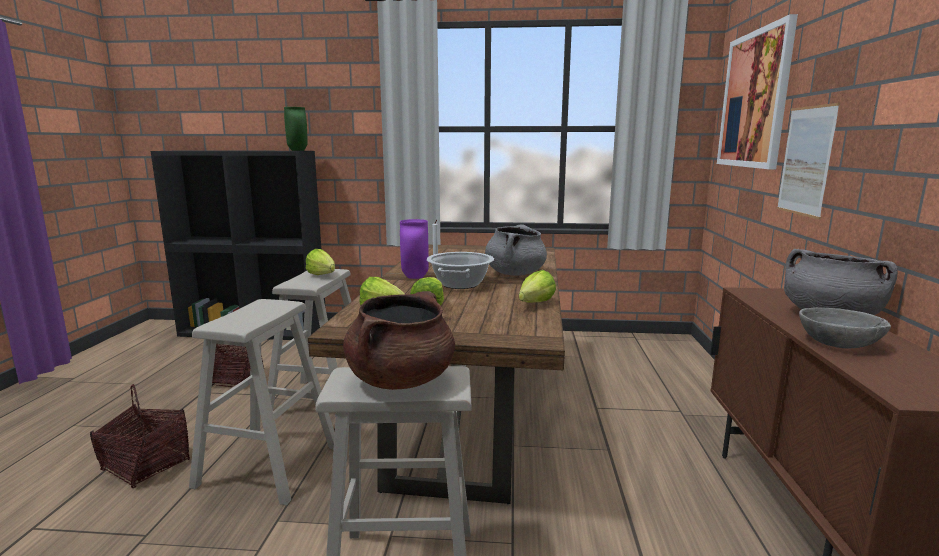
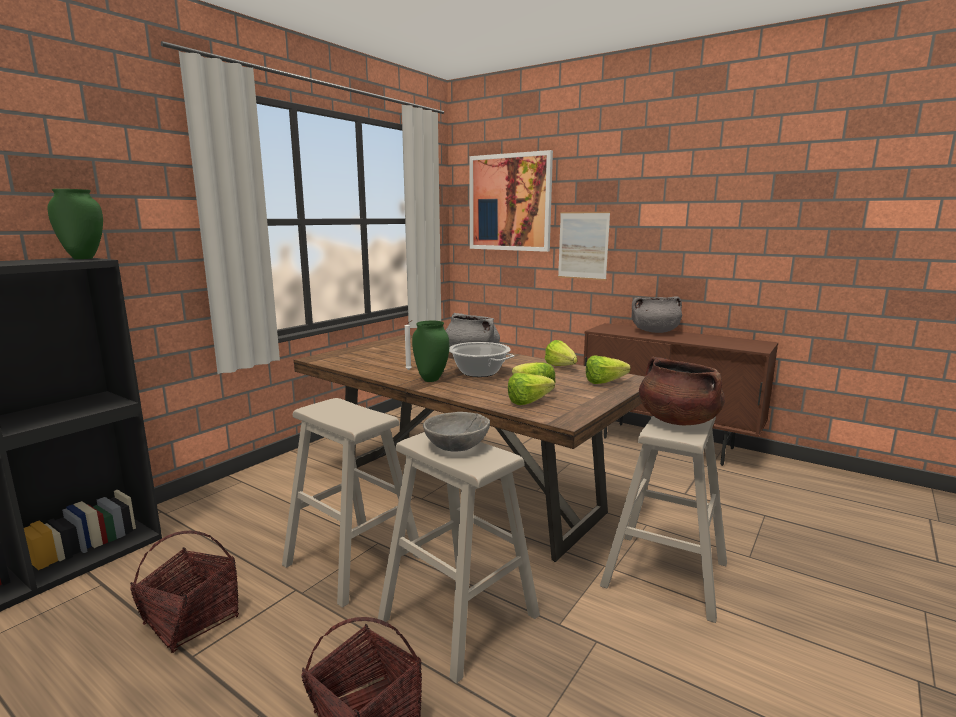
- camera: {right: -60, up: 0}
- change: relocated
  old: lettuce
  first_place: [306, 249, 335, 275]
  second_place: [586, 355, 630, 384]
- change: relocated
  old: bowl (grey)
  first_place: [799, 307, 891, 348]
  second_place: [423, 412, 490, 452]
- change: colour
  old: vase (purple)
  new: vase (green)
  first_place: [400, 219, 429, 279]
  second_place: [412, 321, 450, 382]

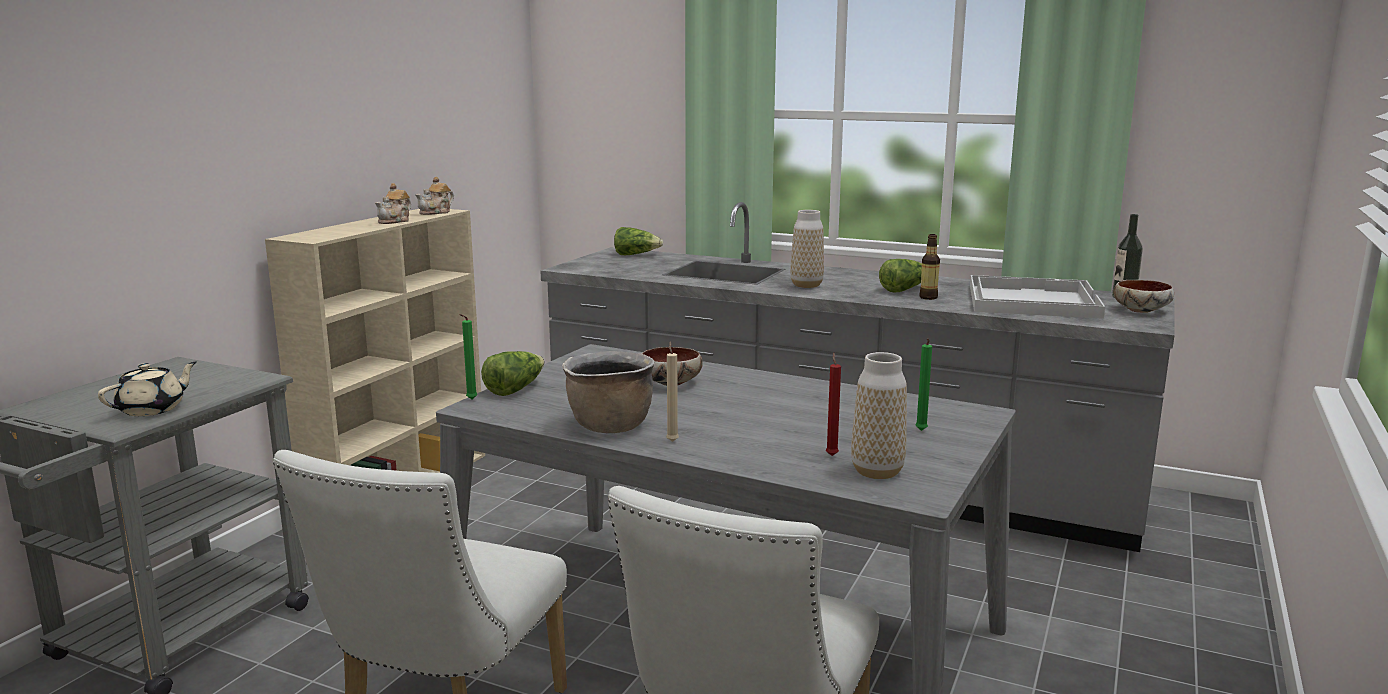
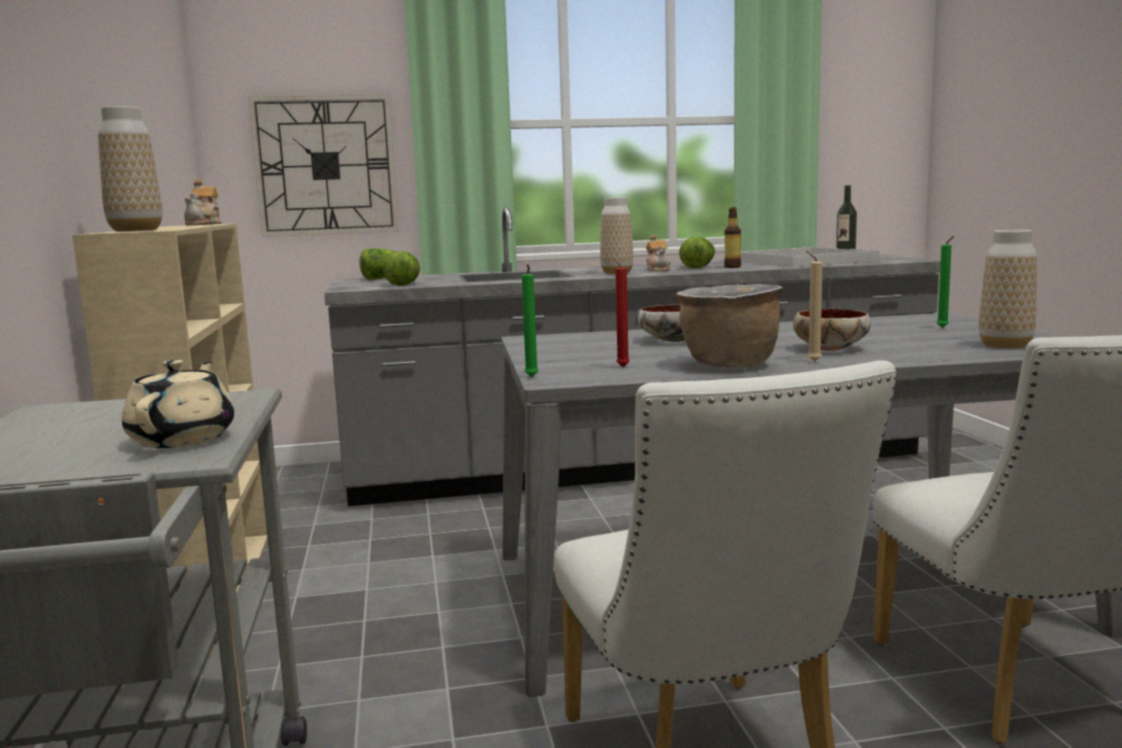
- camera: {right: -35, up: -5}
- change: appeared
  new: vase
  second_place: [98, 106, 162, 231]
- change: appeared
  new: wall clock
  second_place: [248, 95, 398, 237]
- change: relocated
  old: teapot
  first_place: [375, 183, 411, 224]
  second_place: [646, 234, 670, 271]
- change: relocated
  old: lettuce
  first_place: [481, 351, 545, 396]
  second_place: [382, 251, 420, 286]
- change: relocated
  old: candle (red)
  first_place: [826, 352, 841, 456]
  second_place: [613, 257, 630, 367]
- change: relocated
  old: bowl
  first_place: [1113, 280, 1174, 313]
  second_place: [793, 309, 871, 351]

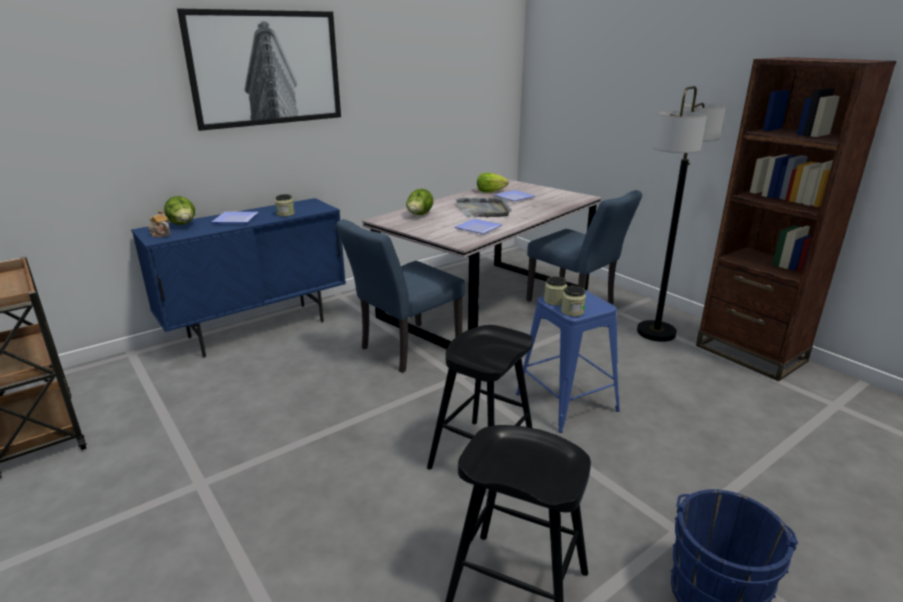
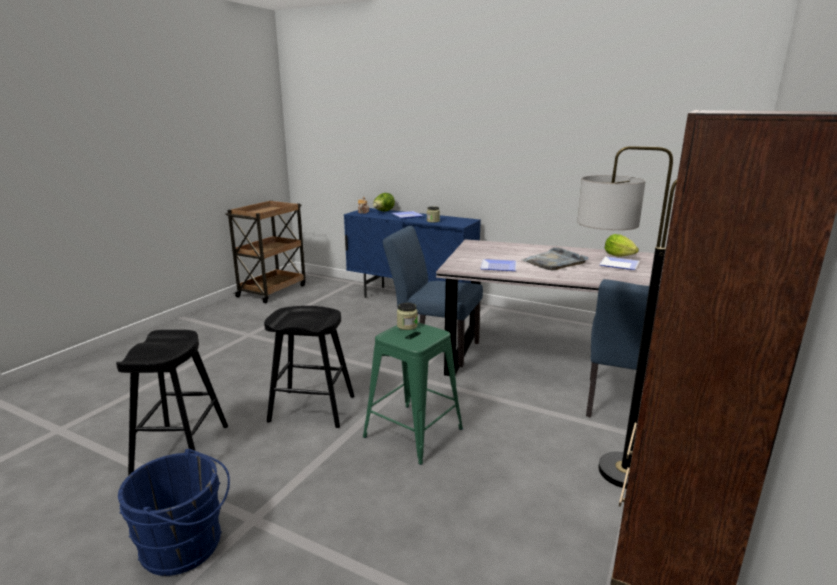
- camera: {right: 65, up: -5}
- change: missing
  old: picture
  first_place: [177, 9, 341, 131]
- change: missing
  old: lettuce
  first_place: [406, 189, 434, 215]
- change: missing
  old: jar
  first_place: [561, 286, 586, 317]
- change: colour
  old: stool (blue)
  new: stool (green)
  first_place: [516, 290, 620, 433]
  second_place: [363, 322, 463, 465]

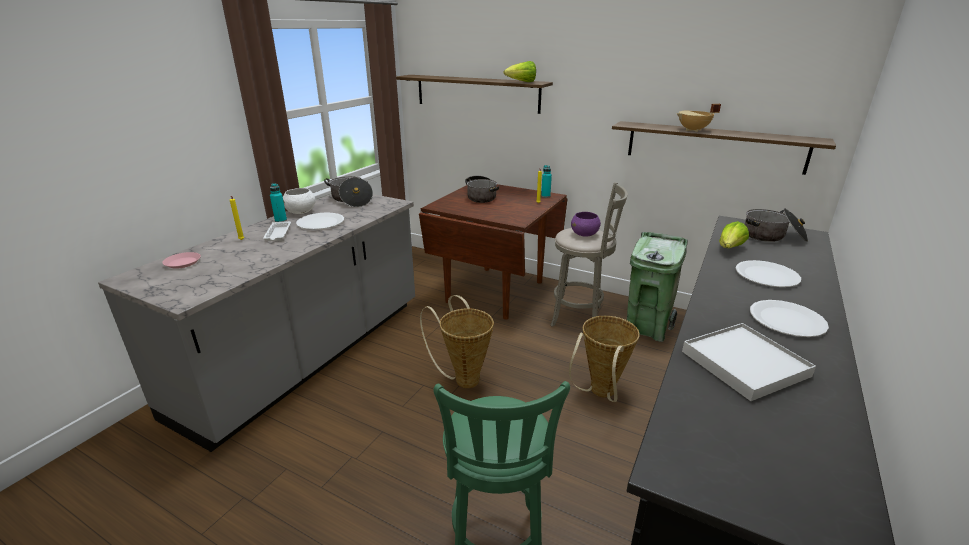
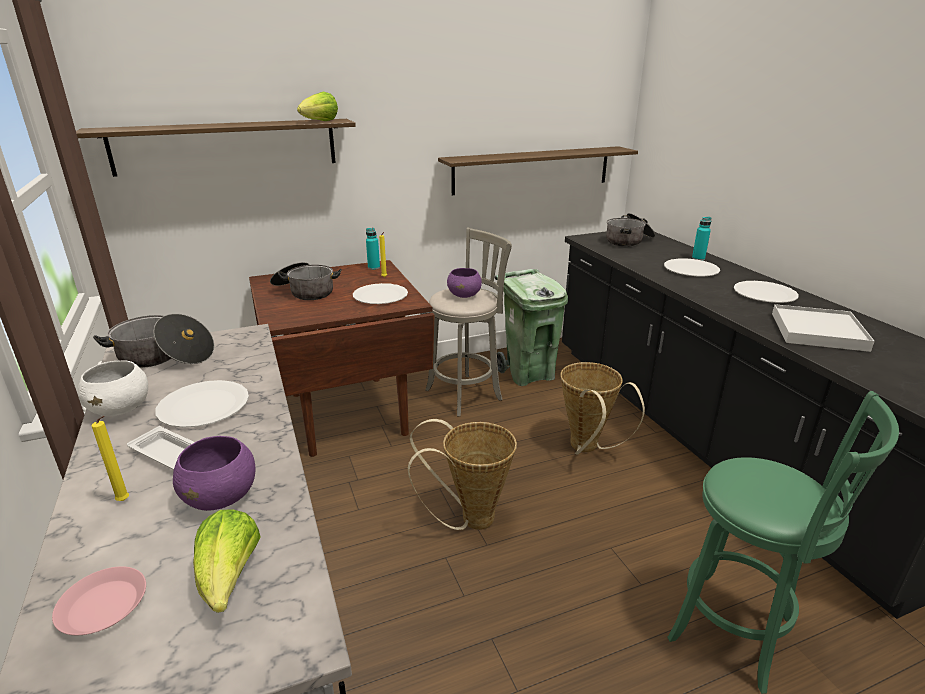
- camera: {right: -50, up: 0}
- change: missing
  old: cooking pot (beige)
  first_place: [677, 104, 721, 132]
- change: appeared
  new: bowl (purple)
  second_place: [173, 436, 255, 511]
- change: appeared
  new: plate (white)
  second_place: [353, 283, 408, 304]
- change: relocated
  old: bottle (turquoise)
  first_place: [270, 183, 287, 222]
  second_place: [692, 217, 711, 261]
- change: relocated
  old: lettuce
  first_place: [719, 221, 749, 248]
  second_place: [193, 510, 261, 613]

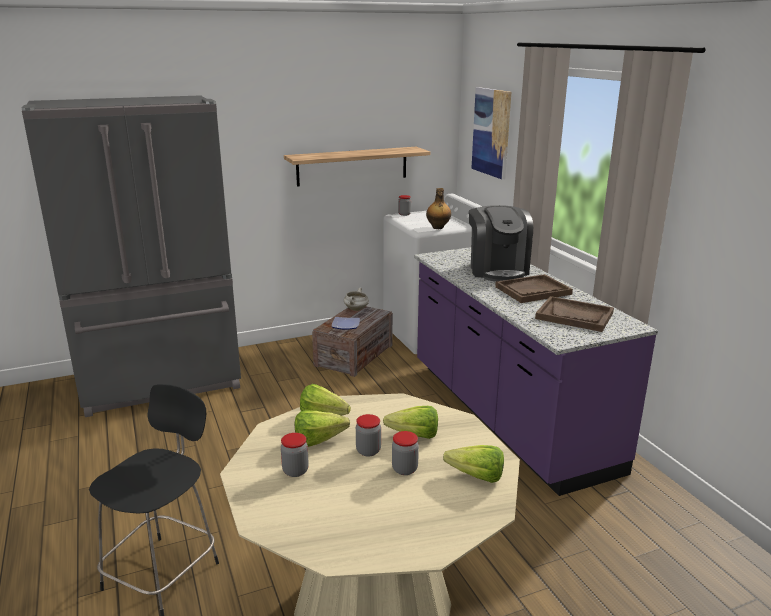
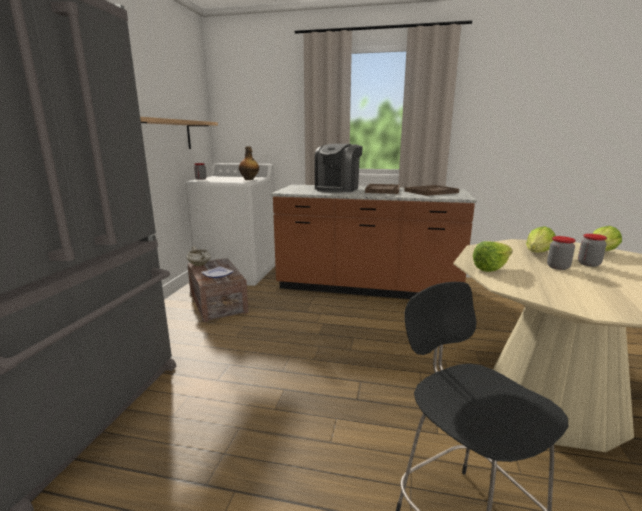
- camera: {right: -55, up: -5}
- change: missing
  old: jar
  first_place: [281, 433, 309, 477]
- change: missing
  old: lettuce
  first_place: [295, 410, 350, 447]
- change: missing
  old: picture
  first_place: [471, 87, 511, 180]
- change: colour
  old: counter (purple)
  new: counter (brown)
  first_place: [414, 247, 658, 496]
  second_place: [270, 185, 477, 299]
- change: spun
  old: coffee machine
  first_place: [469, 205, 533, 281]
  second_place: [314, 144, 363, 193]
  degrees: 90

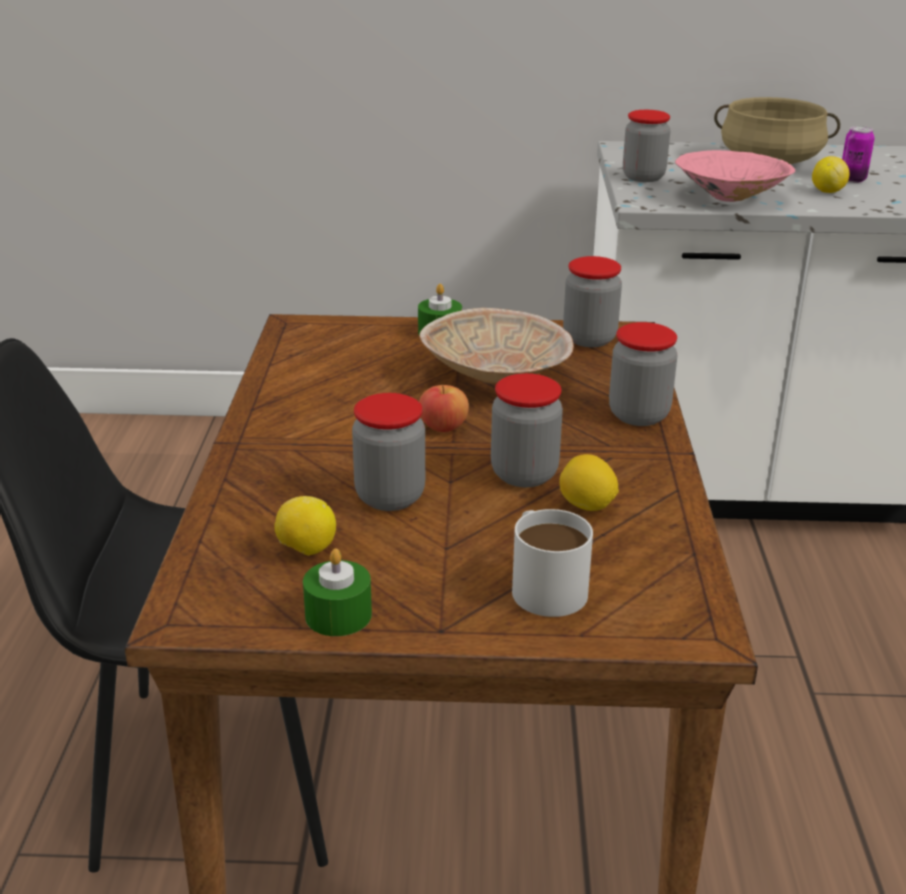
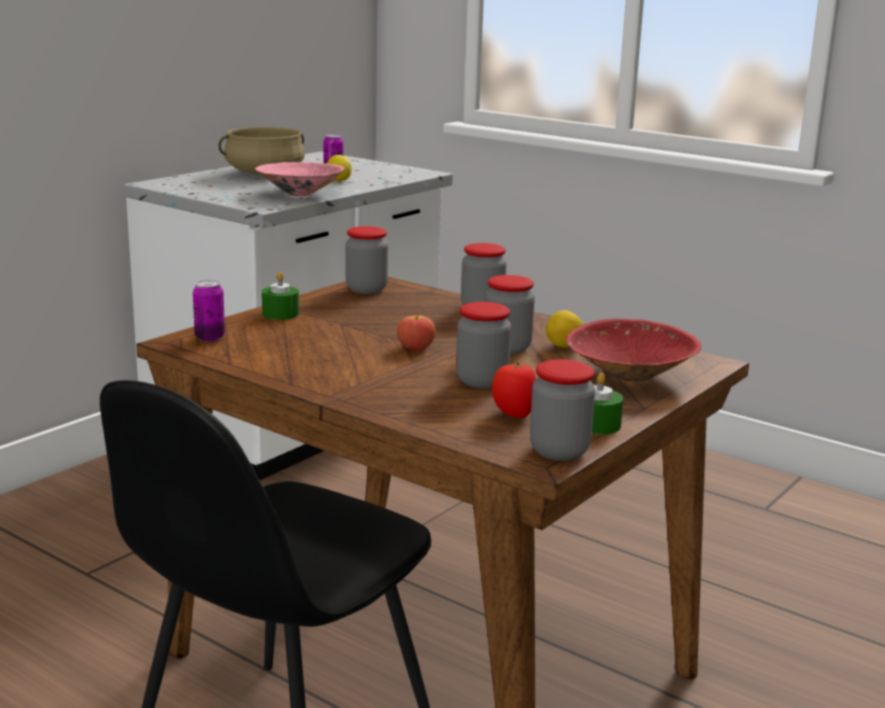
- camera: {right: -55, up: -10}
- change: missing
  old: bowl (beige)
  first_place: [420, 308, 574, 384]
- change: appeared
  new: can
  second_place: [193, 280, 225, 341]
- change: relocated
  old: jar
  first_place: [623, 110, 671, 182]
  second_place: [530, 359, 595, 461]
- change: exchanged
  old: lemon
  new: tomato
  first_place: [274, 496, 336, 556]
  second_place: [492, 362, 536, 418]
- change: exchanged
  old: mug (white)
  new: bowl (red)
  first_place: [512, 509, 593, 617]
  second_place: [566, 319, 701, 381]

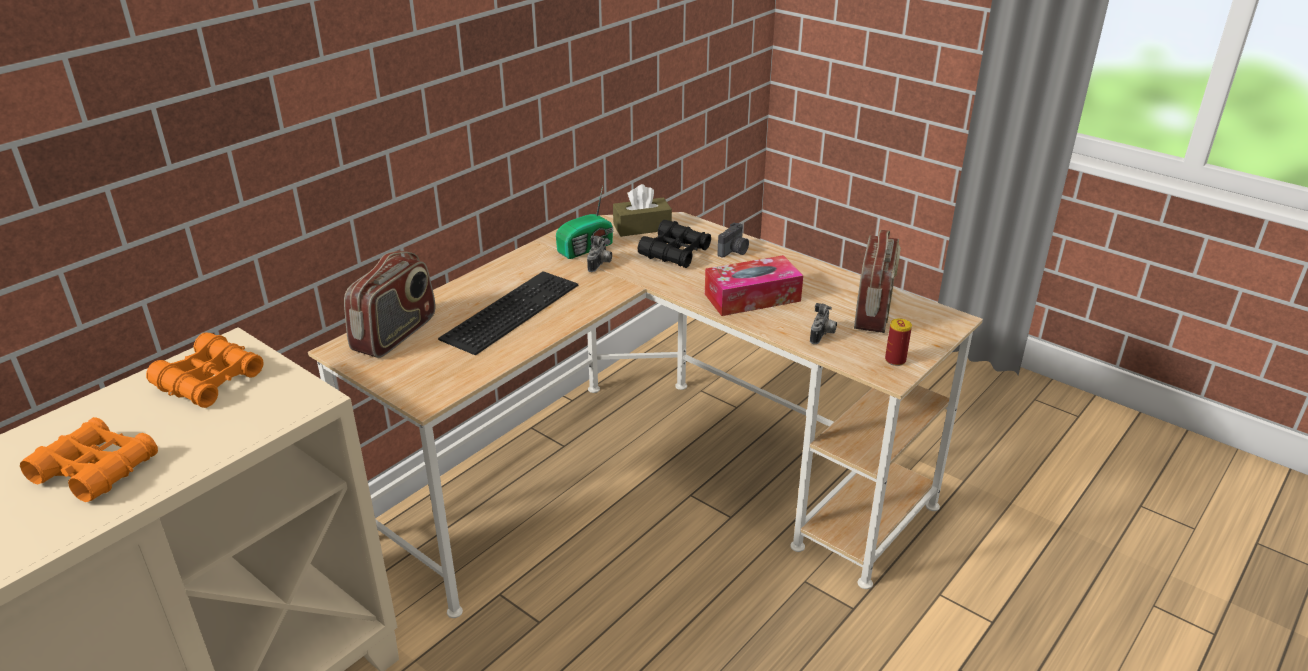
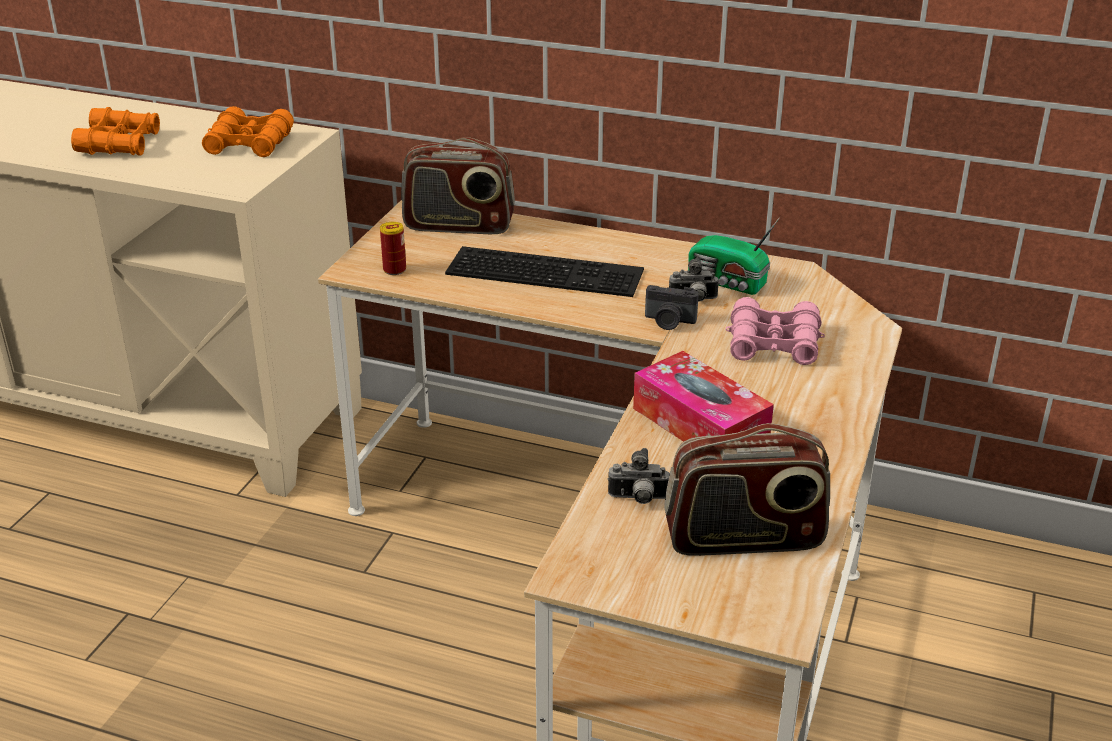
- camera: {right: 70, up: 0}
- change: missing
  old: tissue box (brown)
  first_place: [613, 184, 672, 237]
- change: relocated
  old: photo camera
  first_place: [718, 223, 749, 257]
  second_place: [645, 285, 699, 330]
- change: relocated
  old: can
  first_place: [885, 318, 912, 366]
  second_place: [380, 222, 406, 275]
- change: colour
  old: binoculars (black)
  new: binoculars (pink)
  first_place: [638, 220, 711, 268]
  second_place: [726, 297, 825, 365]

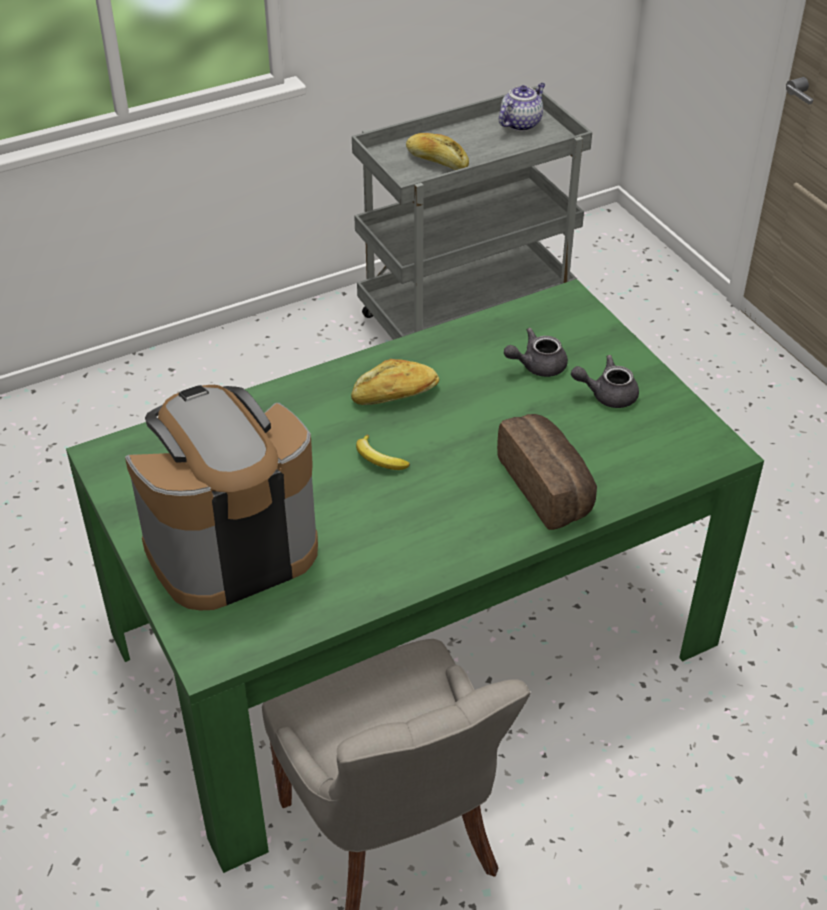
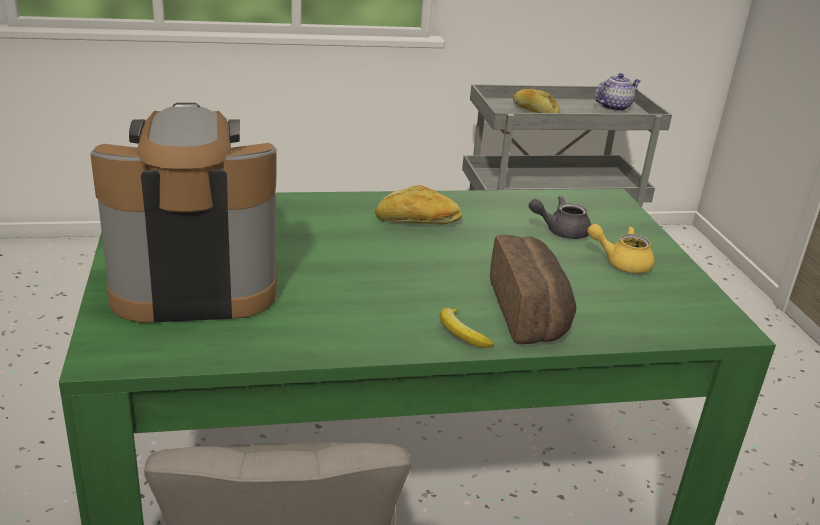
- camera: {right: 15, up: -15}
- change: relocated
  old: banana
  first_place: [356, 434, 410, 470]
  second_place: [440, 308, 493, 348]
- change: colour
  old: teapot (grey)
  new: teapot (yellow)
  first_place: [571, 355, 639, 408]
  second_place: [587, 224, 655, 273]

